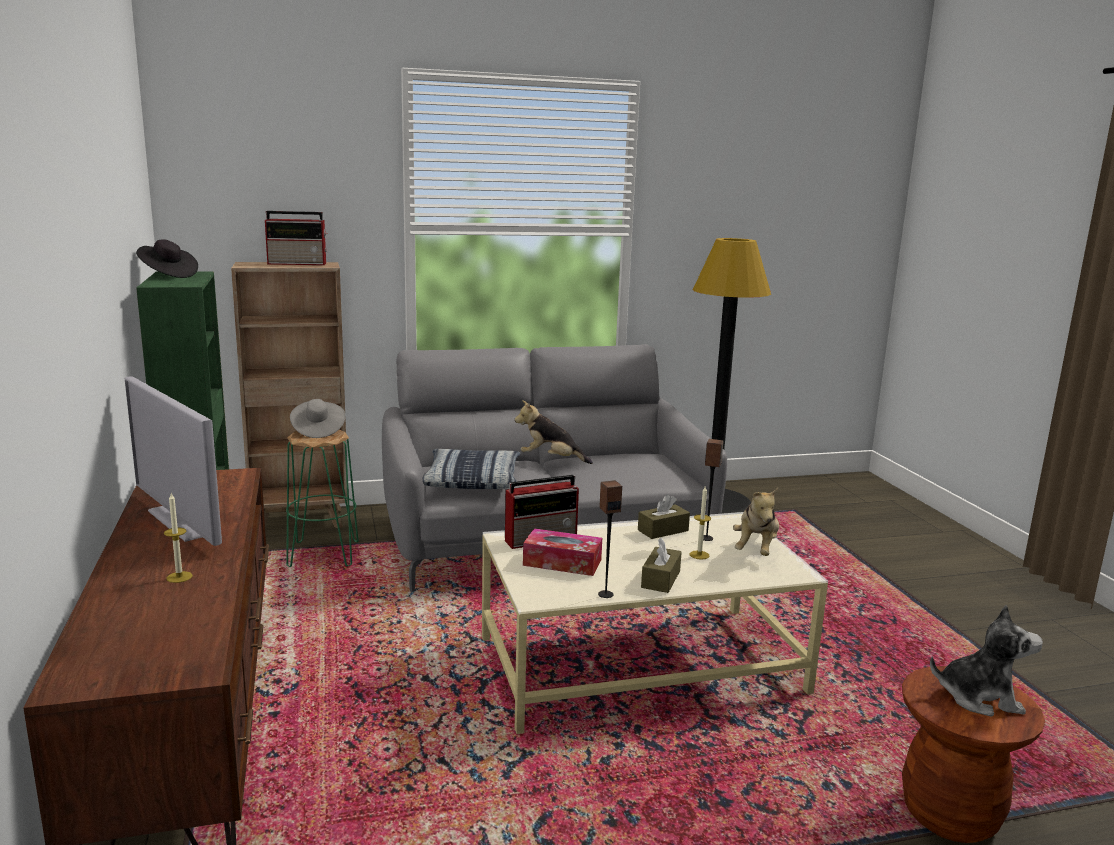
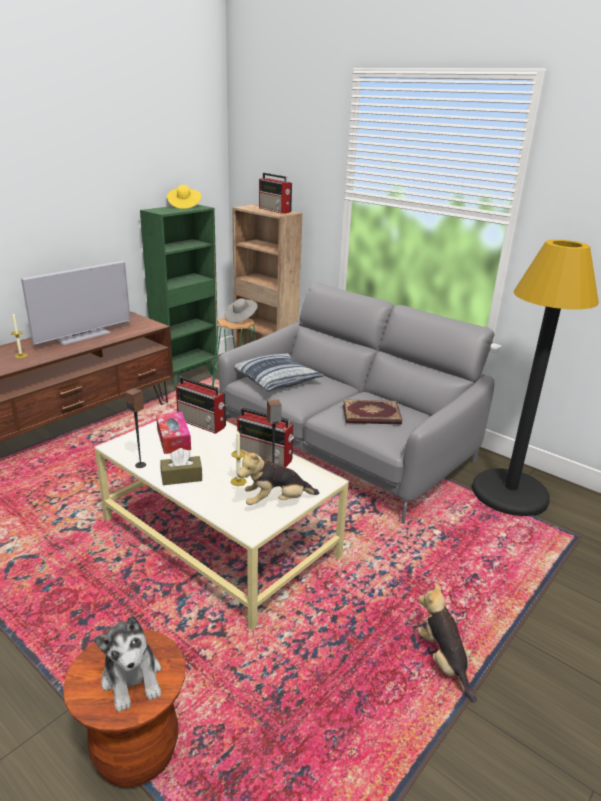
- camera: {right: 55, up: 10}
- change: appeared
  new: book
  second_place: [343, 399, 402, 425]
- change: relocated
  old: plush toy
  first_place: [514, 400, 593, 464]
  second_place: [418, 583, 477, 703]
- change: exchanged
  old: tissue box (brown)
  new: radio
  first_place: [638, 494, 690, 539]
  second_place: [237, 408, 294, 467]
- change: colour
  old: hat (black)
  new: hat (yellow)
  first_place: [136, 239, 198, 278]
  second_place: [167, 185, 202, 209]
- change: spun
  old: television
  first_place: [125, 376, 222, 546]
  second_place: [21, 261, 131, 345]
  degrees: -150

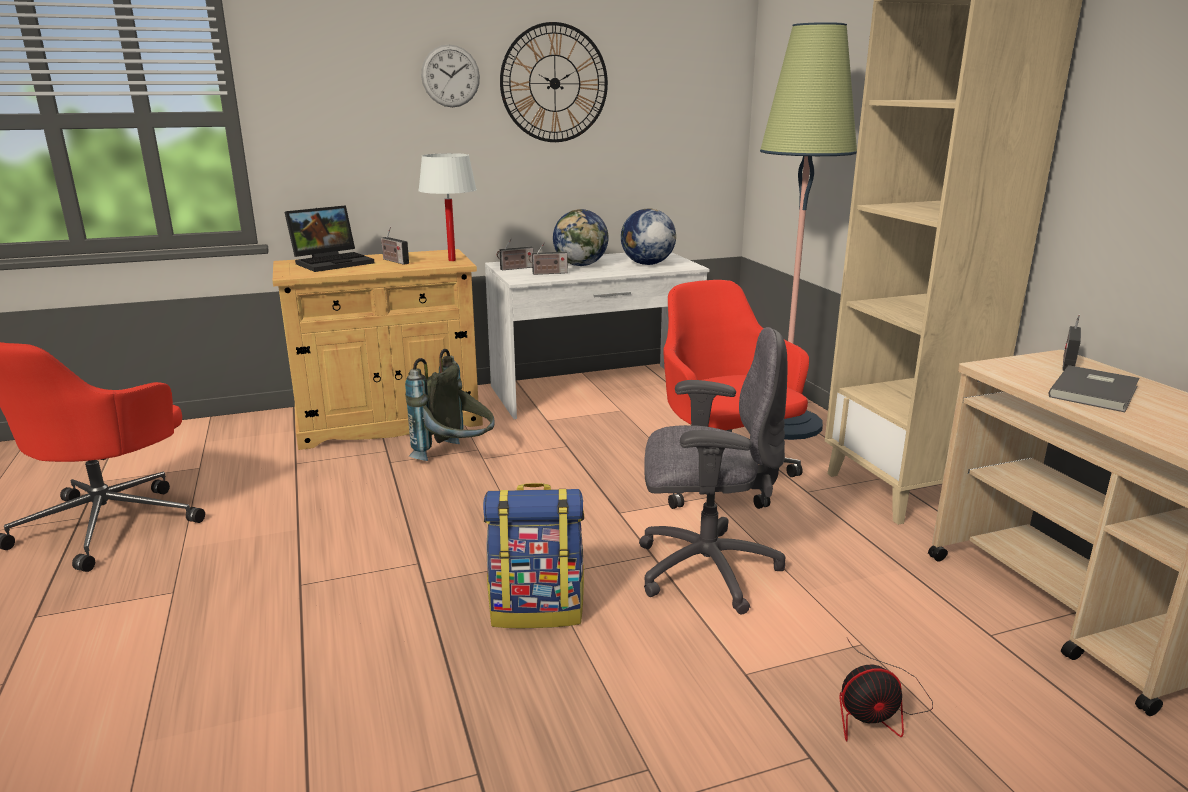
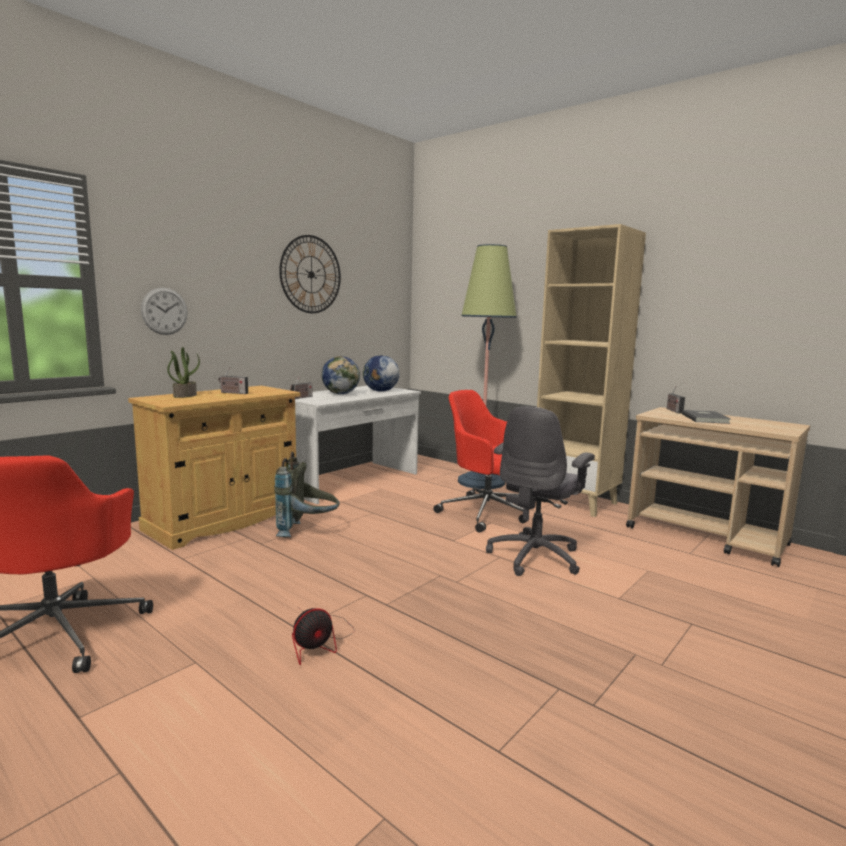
- camera: {right: -30, up: -10}
- change: missing
  old: table lamp (white)
  first_place: [418, 153, 477, 261]
- change: missing
  old: backpack
  first_place: [483, 483, 584, 629]
- change: missing
  old: radio
  first_place: [529, 242, 568, 275]
- change: relocated
  old: wall clock
  first_place: [421, 44, 480, 107]
  second_place: [141, 288, 187, 335]
- change: relocated
  old: fan
  first_place: [839, 638, 933, 741]
  second_place: [292, 607, 354, 666]
- change: exchanged
  old: laptop
  new: potted plant
  first_place: [284, 205, 374, 272]
  second_place: [167, 347, 200, 398]
- change: spun
  old: office chair (grey)
  first_place: [639, 327, 787, 614]
  second_place: [486, 406, 595, 576]
  degrees: 150

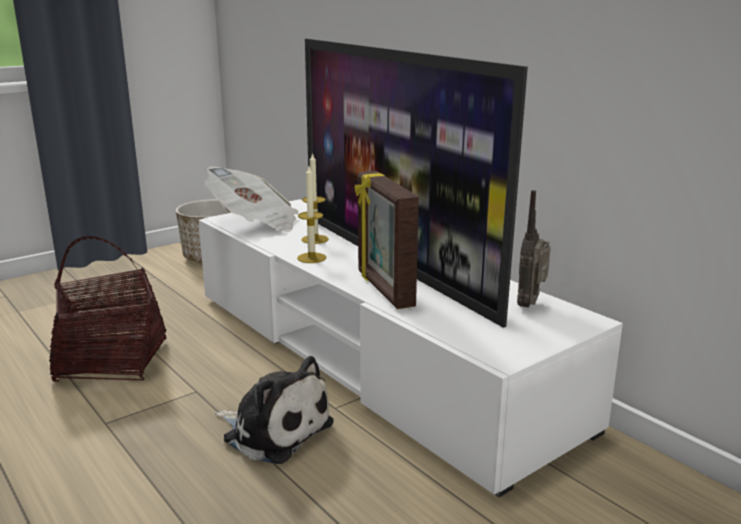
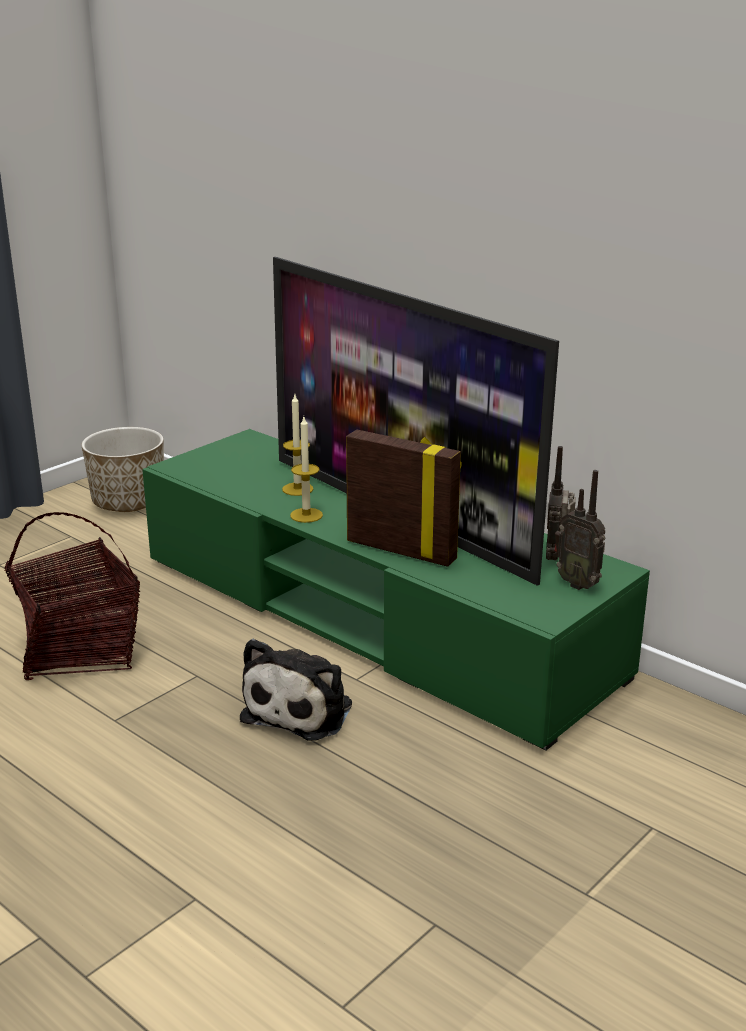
- camera: {right: -10, up: 5}
- change: missing
  old: newspaper
  first_place: [204, 166, 299, 232]
- change: appeared
  new: radio
  second_place: [554, 470, 605, 590]
- change: colour
  old: tv stand (white)
  new: tv stand (green)
  first_place: [199, 199, 623, 497]
  second_place: [142, 429, 650, 751]
- change: spun
  old: plush toy
  first_place: [215, 356, 334, 464]
  second_place: [240, 638, 352, 741]
  degrees: 90
- change: spun
  old: picture frame
  first_place: [355, 171, 419, 309]
  second_place: [346, 430, 462, 567]
  degrees: 150

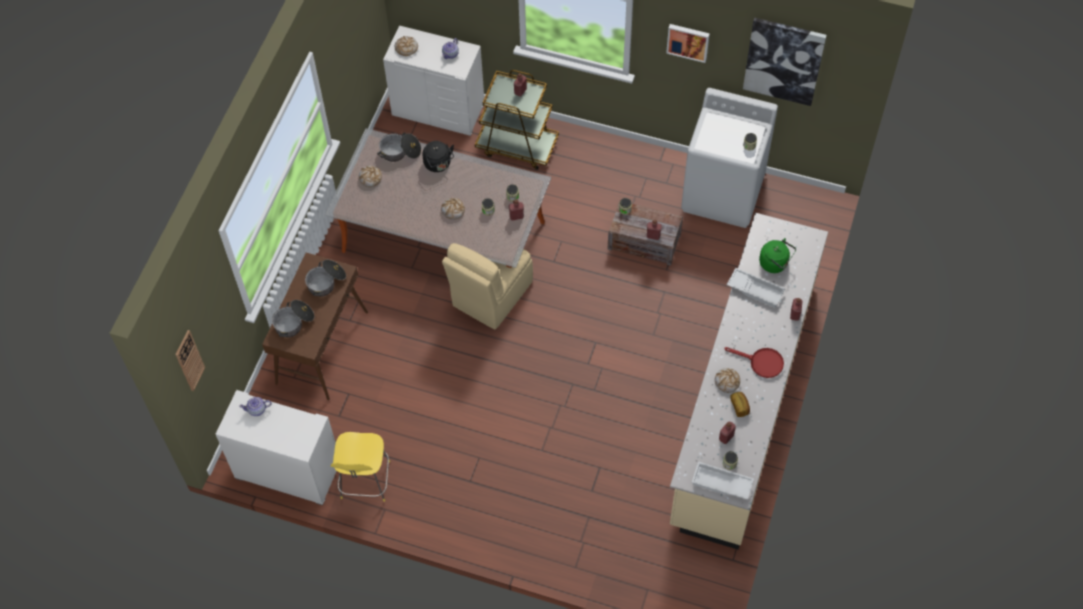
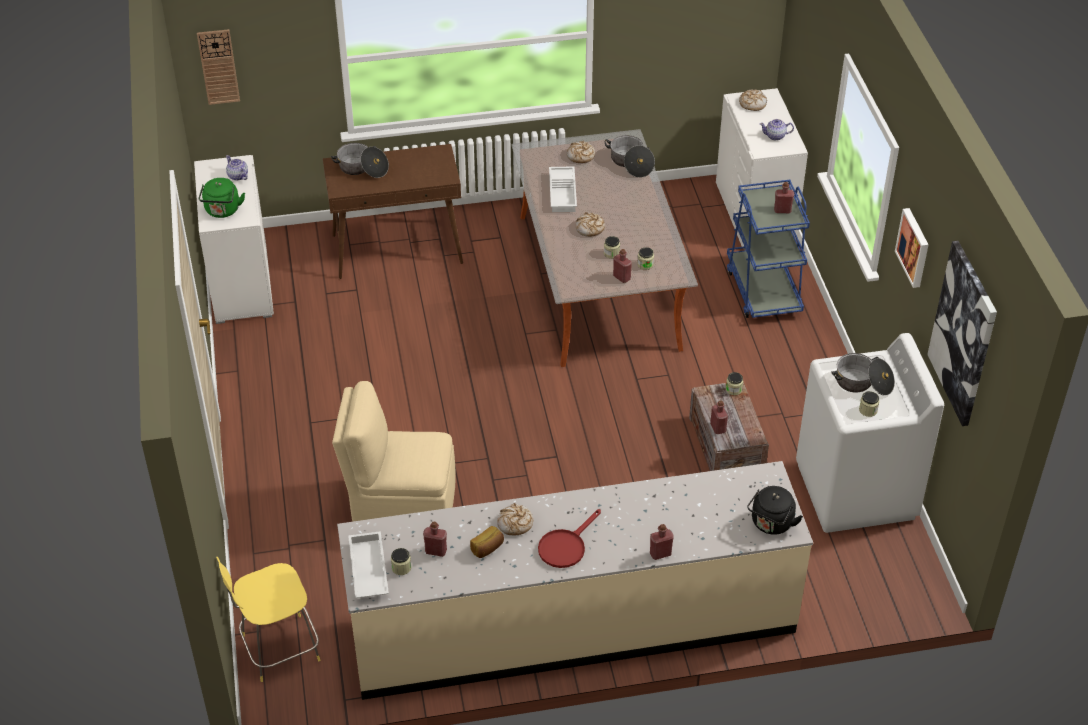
- camera: {right: 60, up: -15}
- change: relocated
  old: cooking pot
  first_place: [305, 260, 346, 297]
  second_place: [831, 353, 895, 396]
- change: relocated
  old: stool (yellow)
  first_place: [331, 432, 390, 502]
  second_place: [216, 557, 320, 682]
- change: relocated
  old: kettle (black)
  first_place: [422, 141, 454, 172]
  second_place: [747, 486, 803, 535]
- change: relocated
  old: chair (beige)
  first_place: [442, 243, 533, 330]
  second_place: [332, 381, 455, 522]
- change: relocated
  old: tray (white)
  first_place: [727, 268, 785, 308]
  second_place: [549, 166, 577, 212]
- change: relocated
  old: kettle (green)
  first_place: [759, 238, 796, 273]
  second_place: [199, 178, 245, 218]
- change: colour
  old: cart (brown)
  new: cart (blue)
  first_place: [475, 70, 559, 170]
  second_place: [727, 180, 810, 318]
- change: spun
  old: frying pan (red)
  first_place: [724, 347, 784, 378]
  second_place: [538, 509, 601, 568]
  degrees: 45

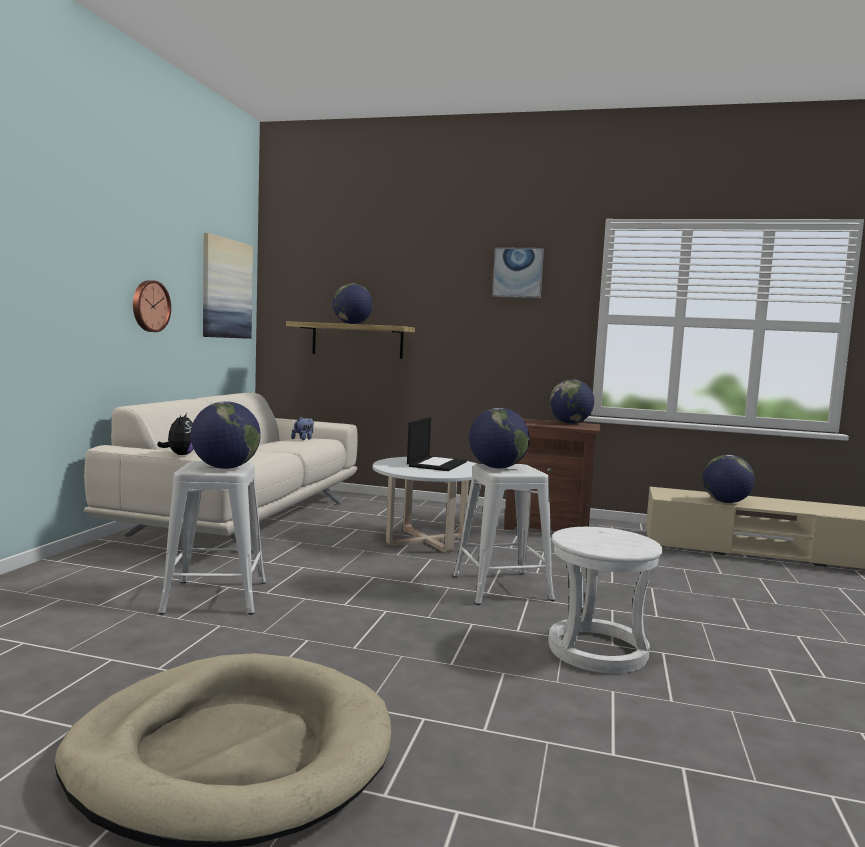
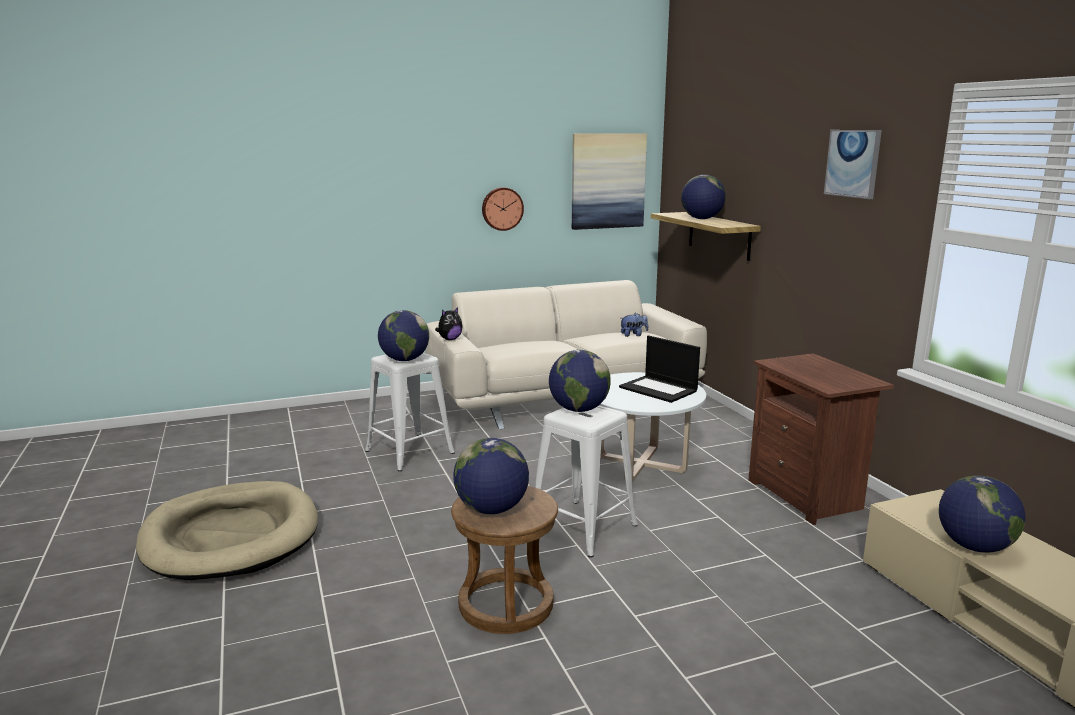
- camera: {right: 55, up: 10}
- change: relocated
  old: globe
  first_place: [549, 379, 594, 424]
  second_place: [453, 438, 529, 514]
- change: colour
  old: stool (white)
  new: stool (brown)
  first_place: [548, 527, 663, 674]
  second_place: [451, 486, 558, 634]
- change: spun
  old: laptop
  first_place: [407, 417, 467, 471]
  second_place: [619, 335, 700, 403]
  degrees: 60

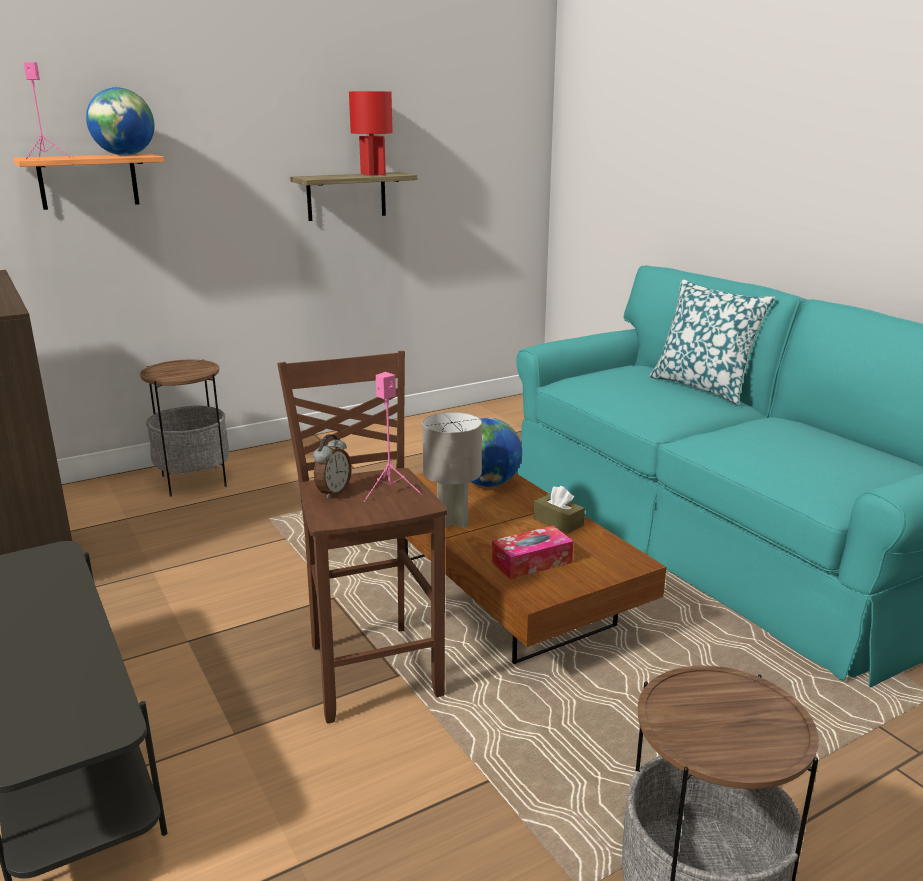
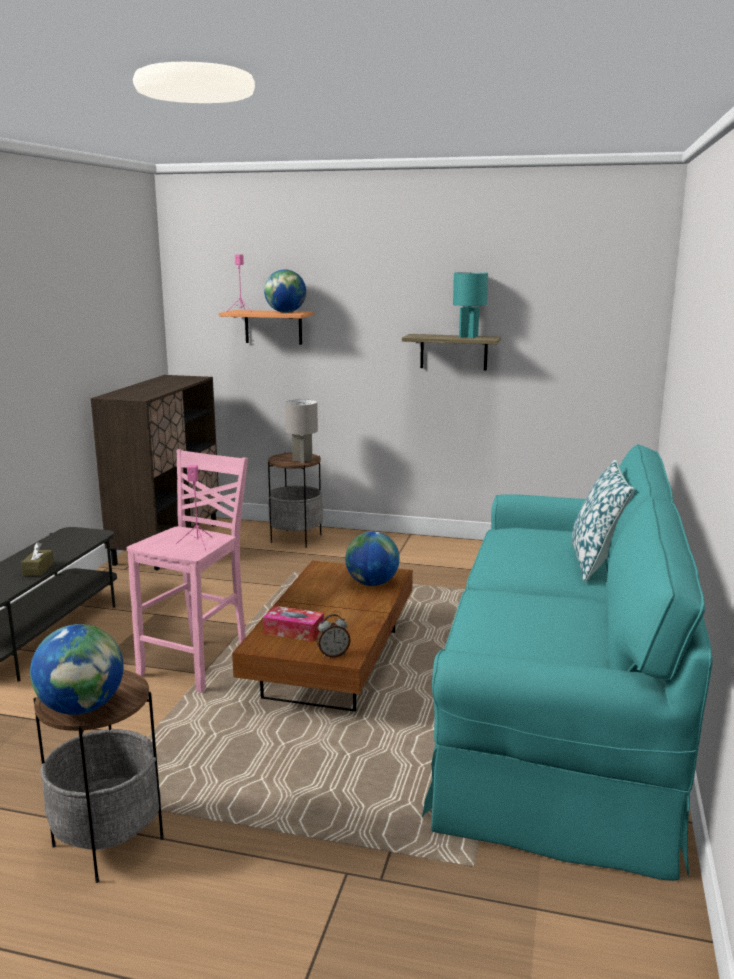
- camera: {right: 45, up: -5}
- change: appeared
  new: globe
  second_place: [30, 624, 123, 715]
- change: relocated
  old: alarm clock
  first_place: [313, 434, 352, 499]
  second_place: [317, 614, 351, 658]
- change: relocated
  old: table lamp (grey)
  first_place: [422, 412, 482, 528]
  second_place: [285, 399, 318, 463]
- change: relocated
  old: tissue box (brown)
  first_place: [534, 486, 585, 533]
  second_place: [21, 542, 54, 576]
- change: colour
  old: stool (brown)
  new: stool (pink)
  first_place: [277, 351, 447, 723]
  second_place: [127, 449, 248, 693]
- change: colour
  old: table lamp (red)
  new: table lamp (turquoise)
  first_place: [349, 91, 393, 176]
  second_place: [453, 272, 488, 338]

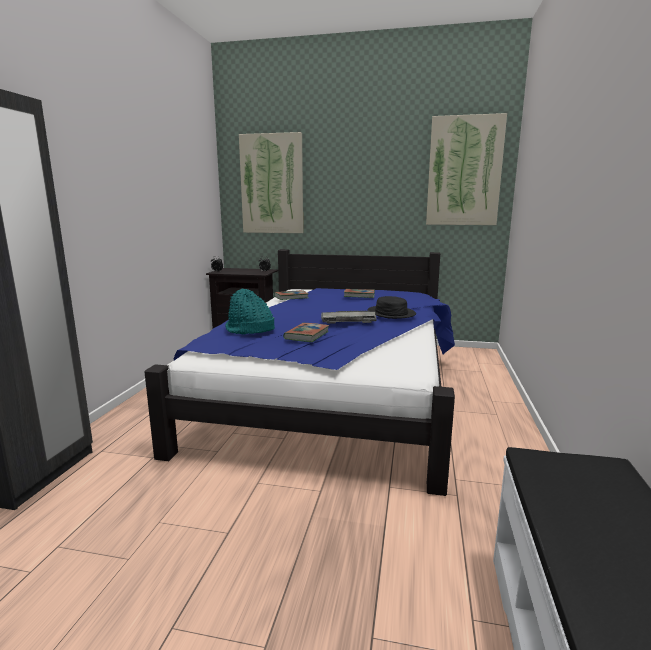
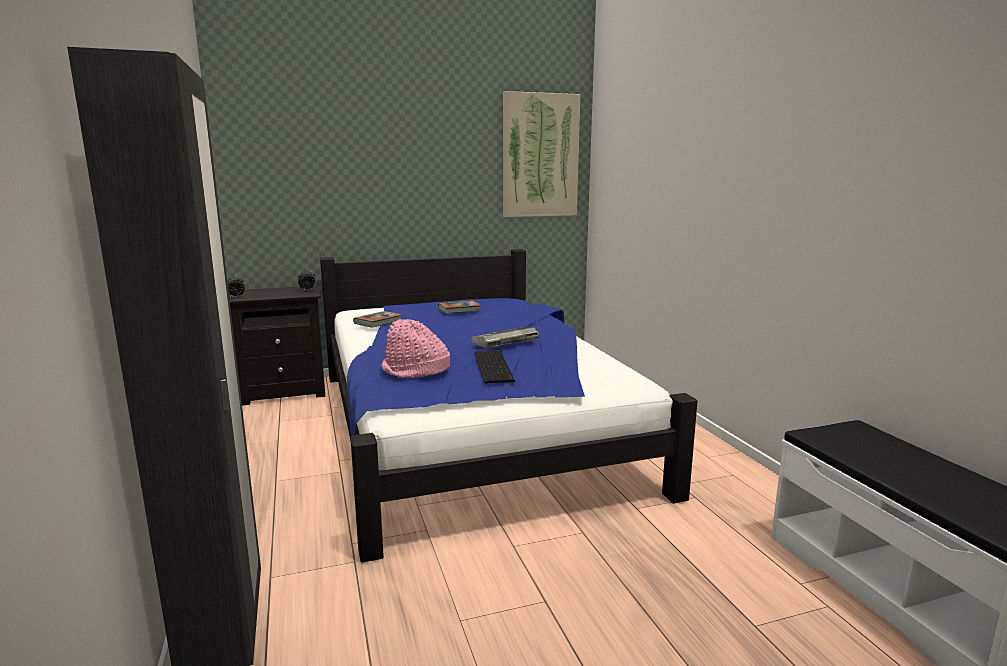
- camera: {right: -30, up: 0}
- change: missing
  old: picture
  first_place: [239, 132, 303, 233]
- change: missing
  old: hat (black)
  first_place: [368, 296, 416, 319]
- change: exchanged
  old: book
  new: keyboard
  first_place: [283, 323, 329, 342]
  second_place: [474, 350, 515, 384]
- change: colour
  old: hat (turquoise)
  new: hat (pink)
  first_place: [225, 289, 275, 334]
  second_place: [382, 319, 450, 378]

